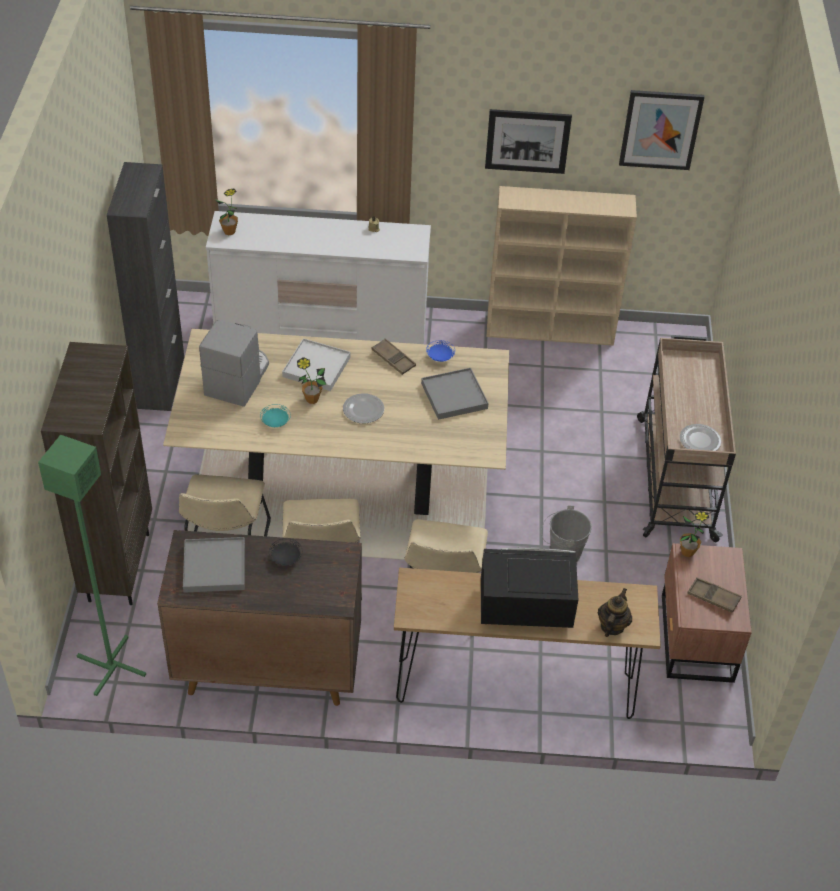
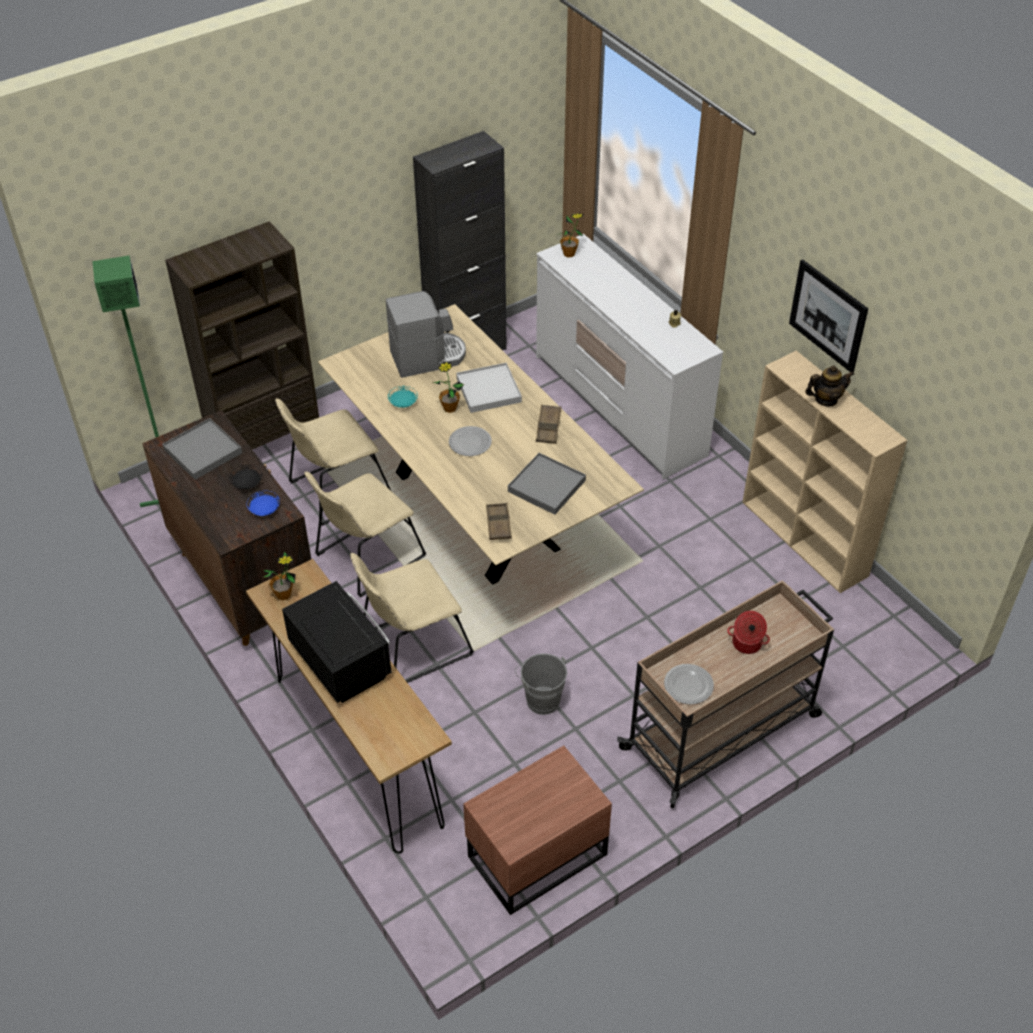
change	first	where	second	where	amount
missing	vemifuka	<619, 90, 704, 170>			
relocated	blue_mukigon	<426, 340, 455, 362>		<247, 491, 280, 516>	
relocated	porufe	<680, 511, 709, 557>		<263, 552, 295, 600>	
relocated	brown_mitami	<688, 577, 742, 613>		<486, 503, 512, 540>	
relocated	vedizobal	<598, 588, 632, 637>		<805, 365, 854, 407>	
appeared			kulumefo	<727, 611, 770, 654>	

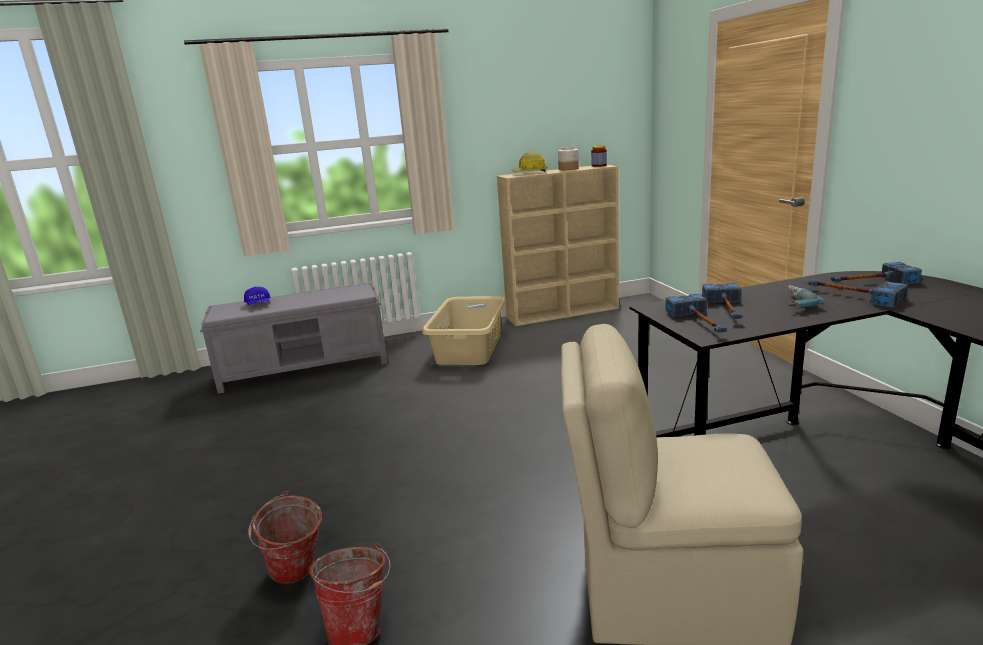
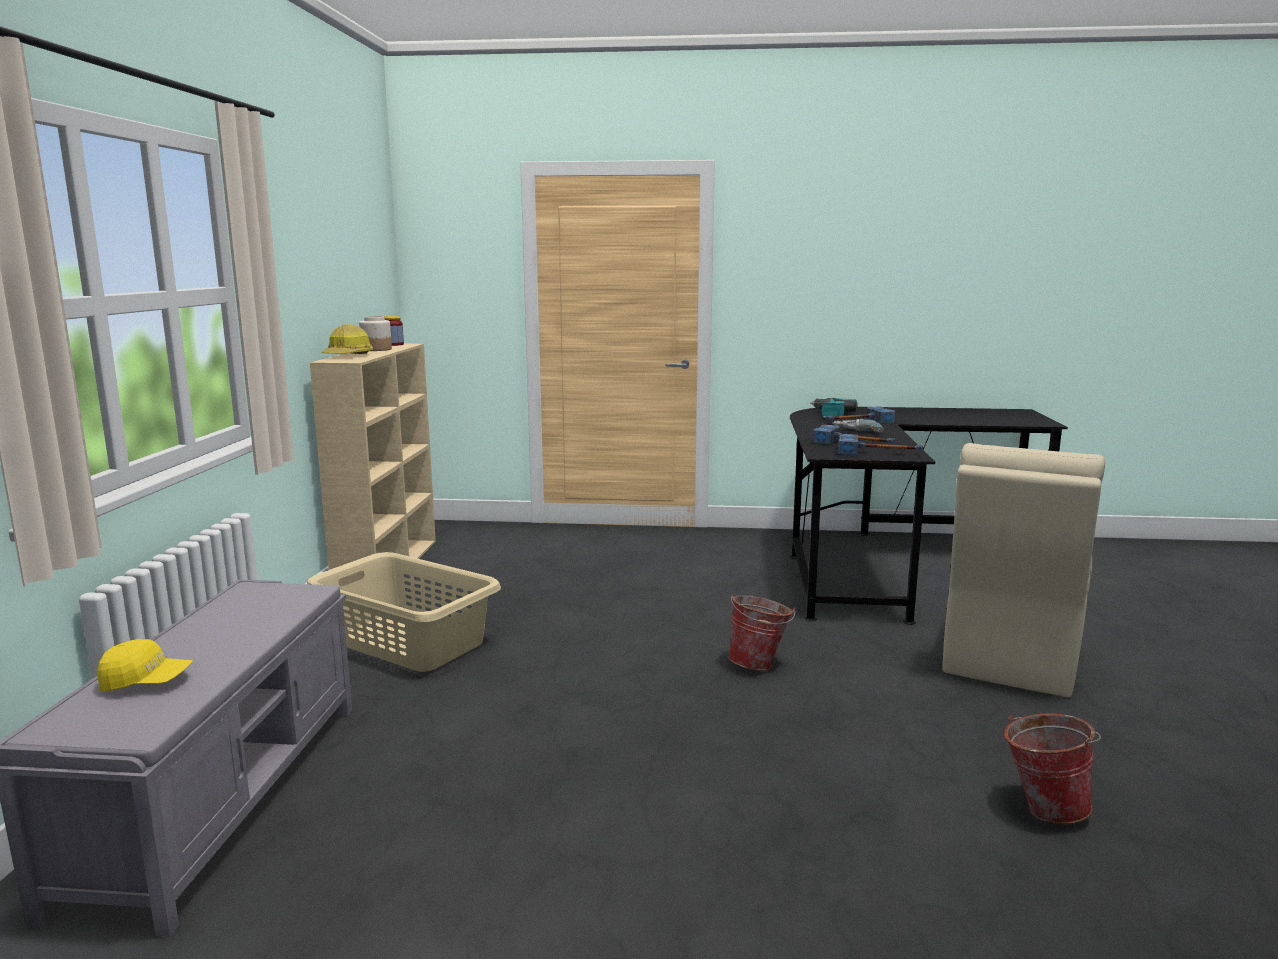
change	first	where	second	where	amount
exchanged	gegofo	<830, 262, 922, 284>	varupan	<810, 398, 858, 420>	
colour	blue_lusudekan	<244, 287, 271, 305>	yellow_lusudekan	<98, 639, 193, 691>	
relocated	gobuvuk	<248, 491, 322, 584>		<728, 595, 795, 671>	

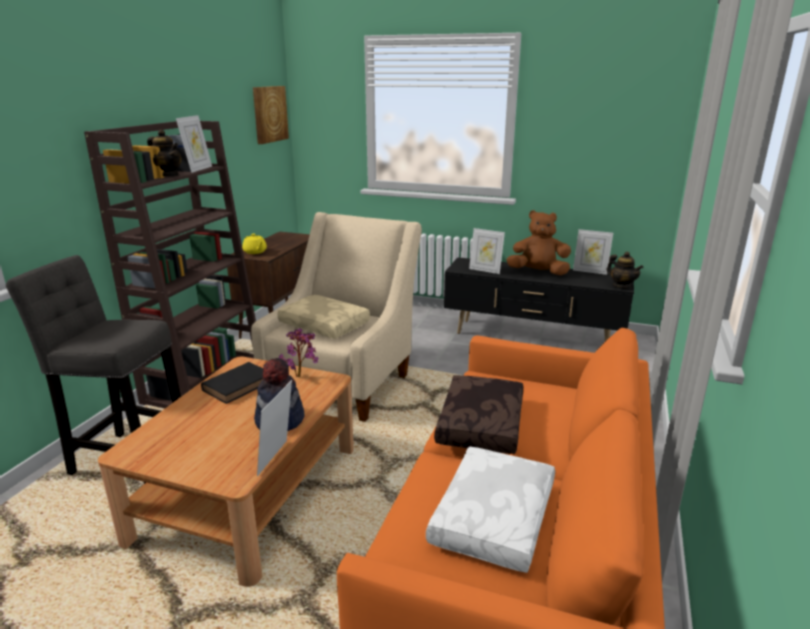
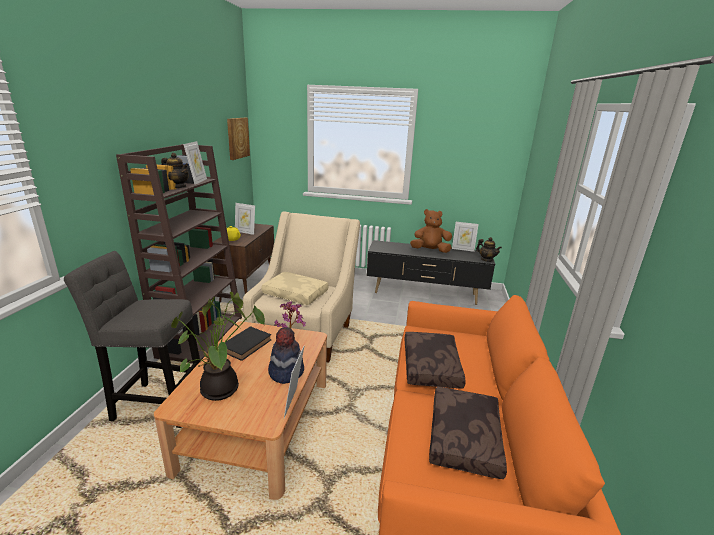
change	first	where	second	where	amount
relocated	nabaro	<469, 228, 505, 274>		<235, 203, 255, 235>	
colour	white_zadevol	<426, 447, 555, 573>	brown_zadevol	<429, 387, 507, 479>	
appeared			porufe	<171, 292, 265, 401>	

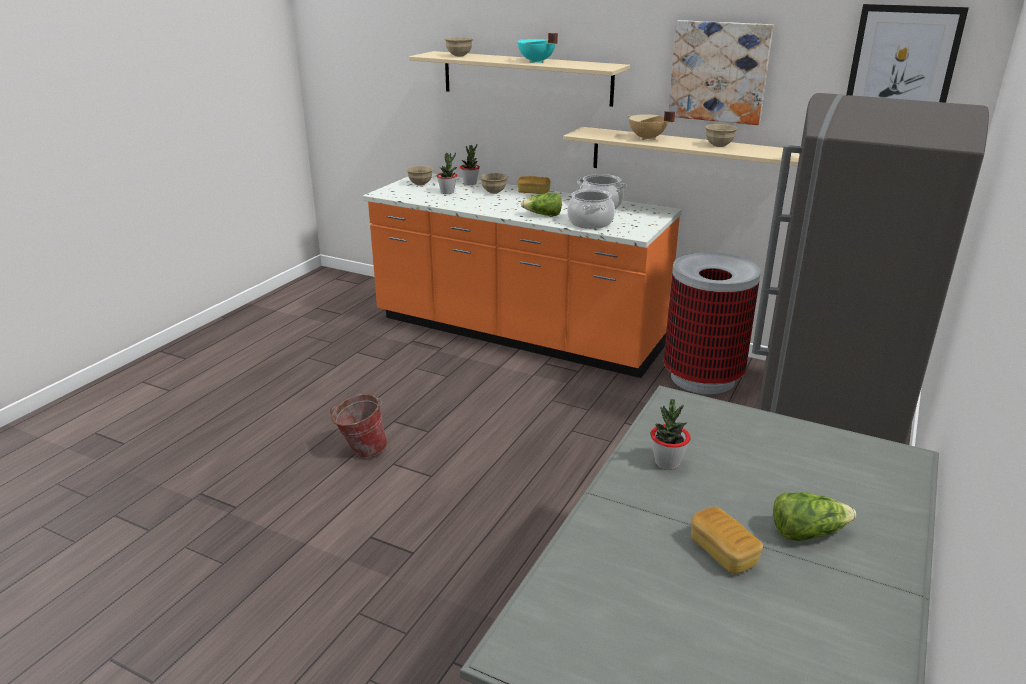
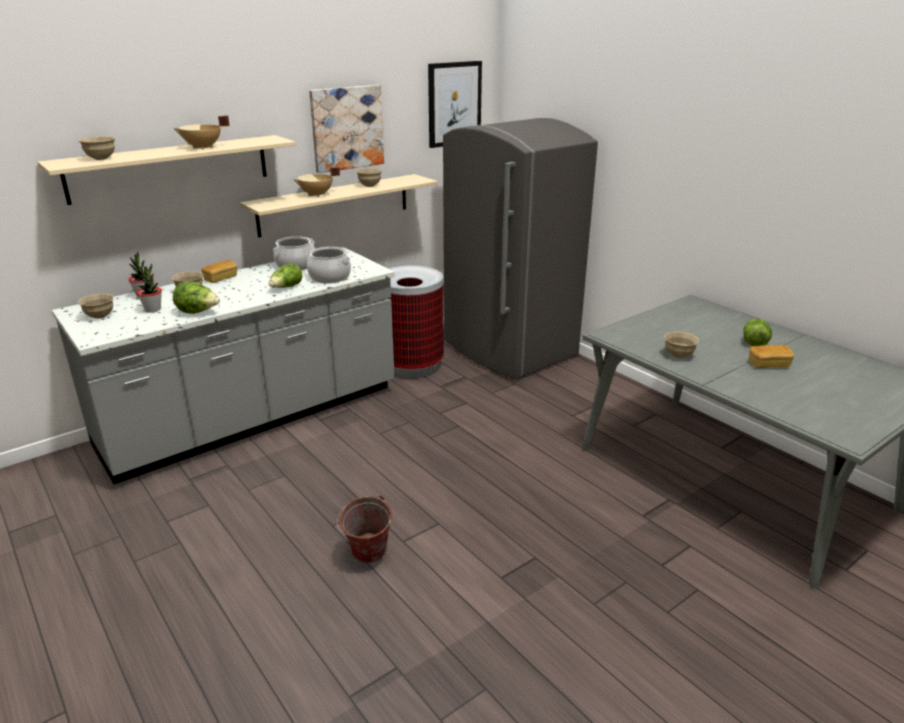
change	first	where	second	where	amount
colour	turquoise_kulumefo	<517, 33, 558, 63>	beige_kulumefo	<173, 115, 230, 150>	
colour	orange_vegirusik	<363, 174, 682, 378>	grey_vegirusik	<52, 247, 395, 484>	
exchanged	porufe	<650, 399, 691, 470>	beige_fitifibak	<664, 331, 699, 358>	
appeared			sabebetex	<173, 282, 220, 314>	

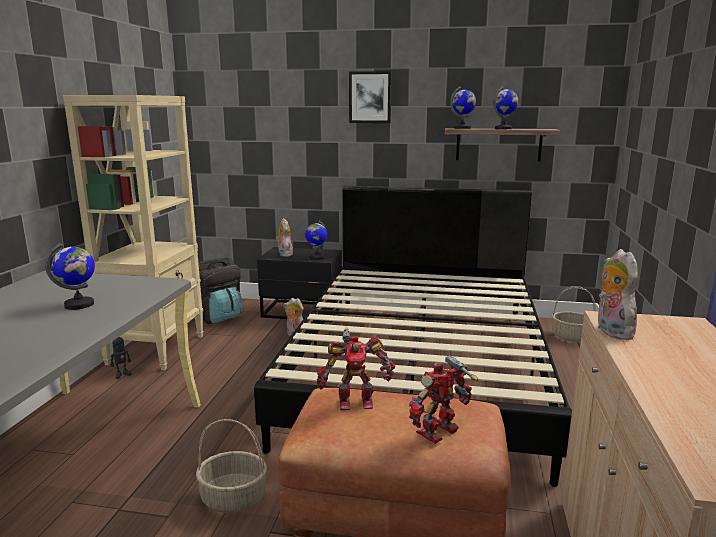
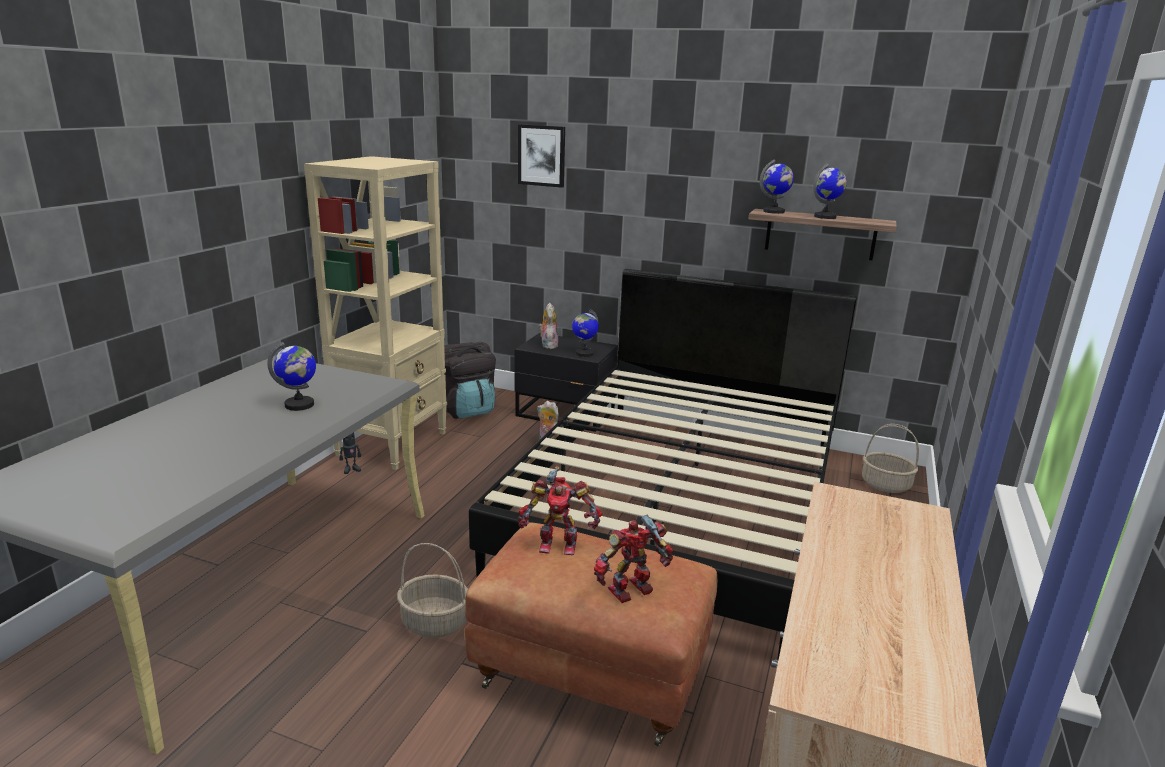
change	first	where	second	where	amount
relocated	vemifuka	<349, 71, 392, 123>		<518, 124, 565, 188>	
missing	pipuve	<598, 249, 638, 340>			

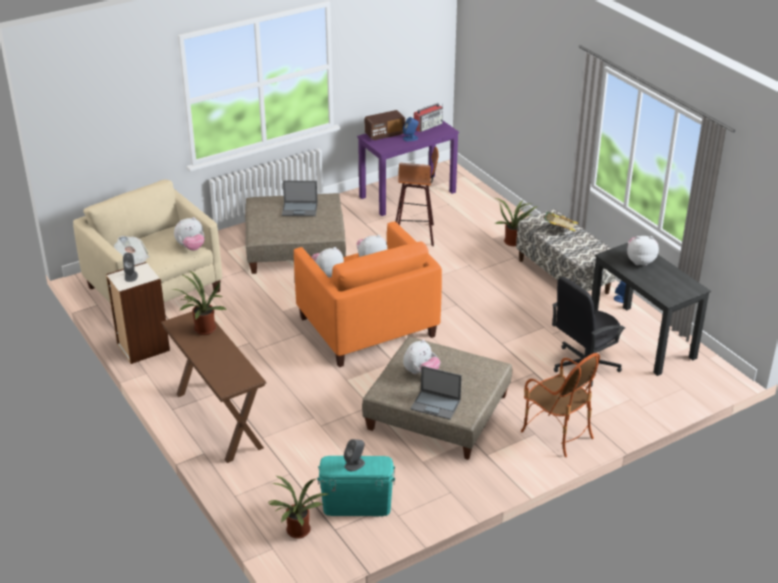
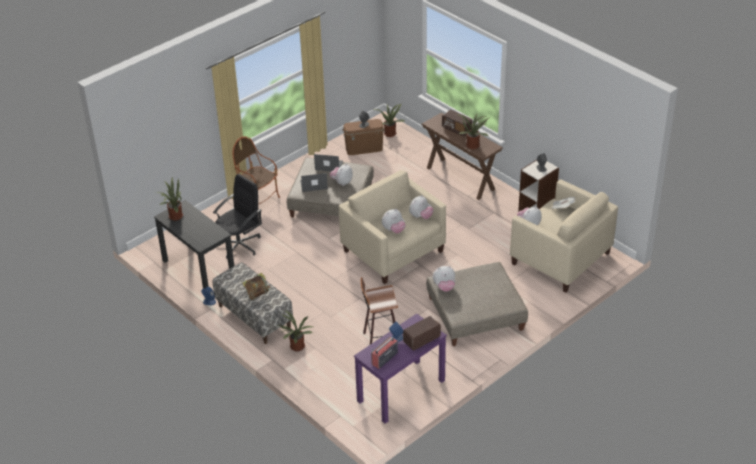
change	first	where	second	where	amount
relocated	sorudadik	<282, 180, 318, 216>		<300, 173, 328, 192>	
colour	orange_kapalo	<294, 222, 442, 367>	beige_kapalo	<339, 170, 446, 284>	
relocated	pipuve	<627, 236, 659, 265>		<433, 266, 455, 292>	
colour	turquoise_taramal	<317, 456, 395, 516>	brown_taramal	<342, 119, 385, 155>	
appeared			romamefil	<442, 110, 473, 136>	
appeared			porufe	<157, 176, 183, 221>	

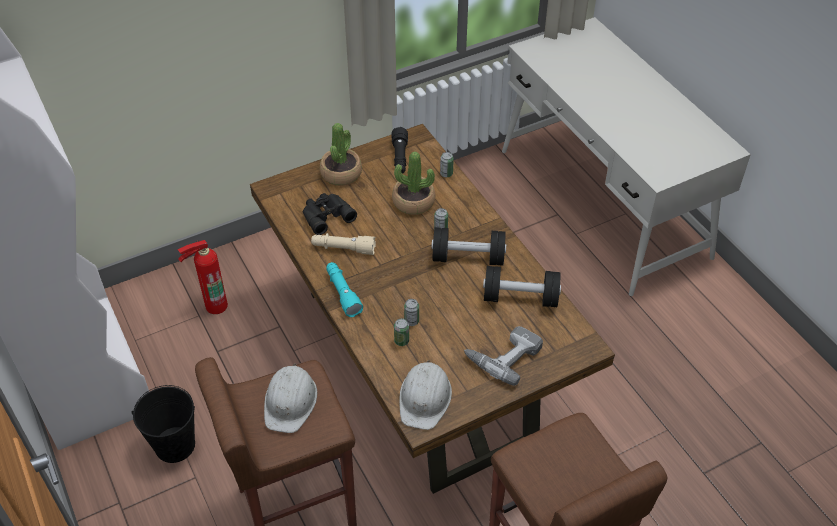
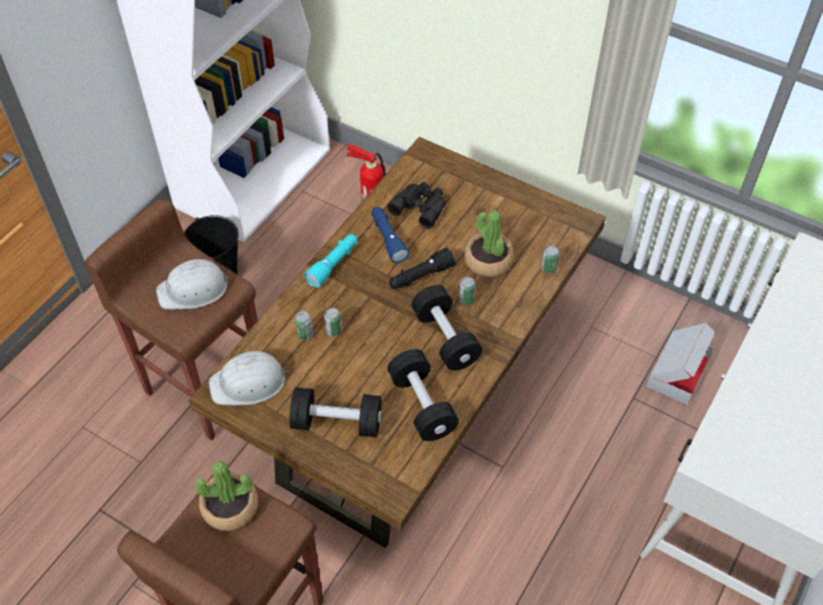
change	first	where	second	where	amount
relocated	porufe	<320, 123, 362, 186>		<196, 461, 258, 531>	
relocated	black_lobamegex	<391, 127, 408, 174>		<389, 248, 456, 289>	
colour	beige_lobamegex	<311, 233, 376, 255>	blue_lobamegex	<372, 207, 409, 264>	
exchanged	varupan	<464, 326, 543, 386>	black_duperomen	<289, 388, 382, 437>	
appeared			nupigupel	<646, 323, 714, 404>	

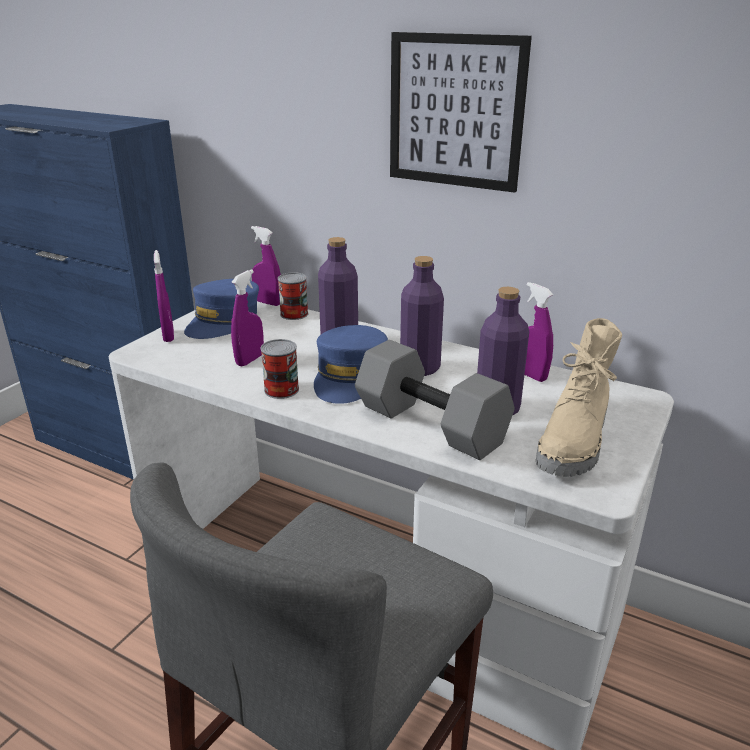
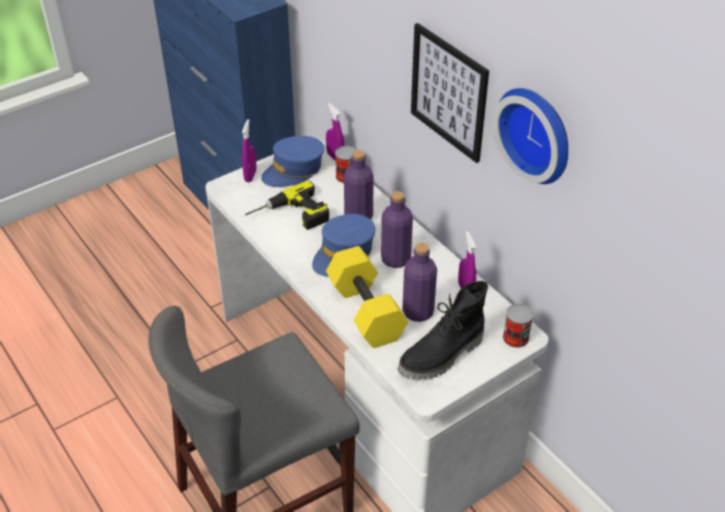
change	first	where	second	where	amount
exchanged	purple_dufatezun	<231, 269, 264, 367>	varupan	<245, 181, 329, 230>	
colour	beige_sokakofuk	<536, 318, 622, 477>	black_sokakofuk	<398, 281, 488, 380>	
relocated	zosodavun	<261, 339, 299, 399>		<503, 304, 533, 348>	
colour	grey_duperomen	<355, 340, 515, 460>	yellow_duperomen	<326, 246, 408, 348>	
appeared			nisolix	<493, 88, 568, 184>	

